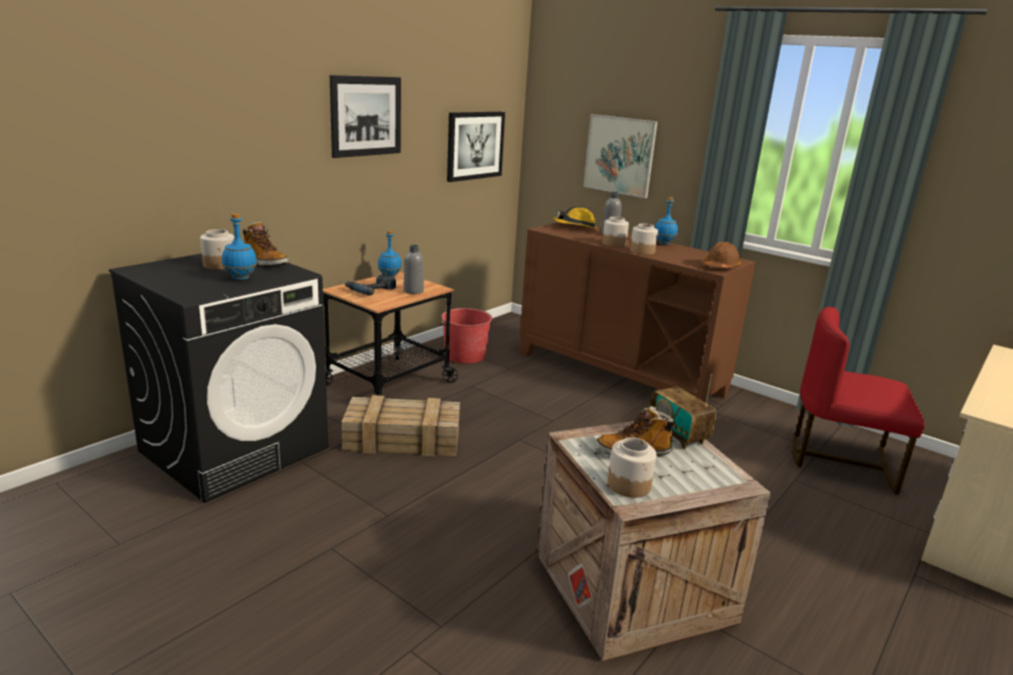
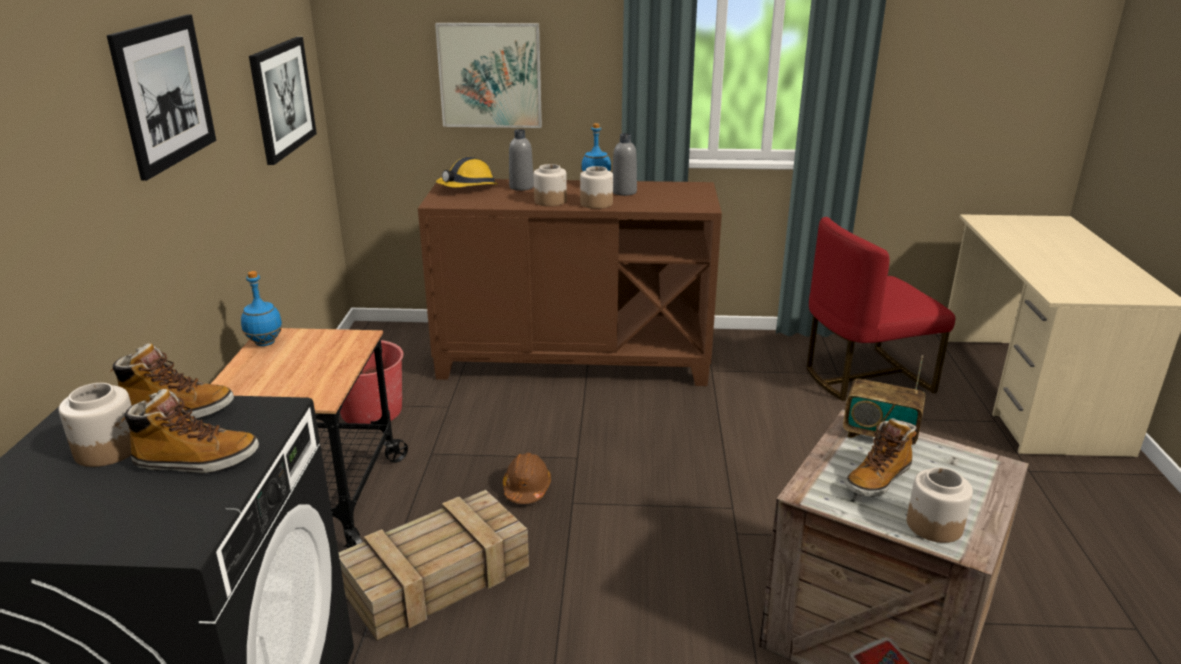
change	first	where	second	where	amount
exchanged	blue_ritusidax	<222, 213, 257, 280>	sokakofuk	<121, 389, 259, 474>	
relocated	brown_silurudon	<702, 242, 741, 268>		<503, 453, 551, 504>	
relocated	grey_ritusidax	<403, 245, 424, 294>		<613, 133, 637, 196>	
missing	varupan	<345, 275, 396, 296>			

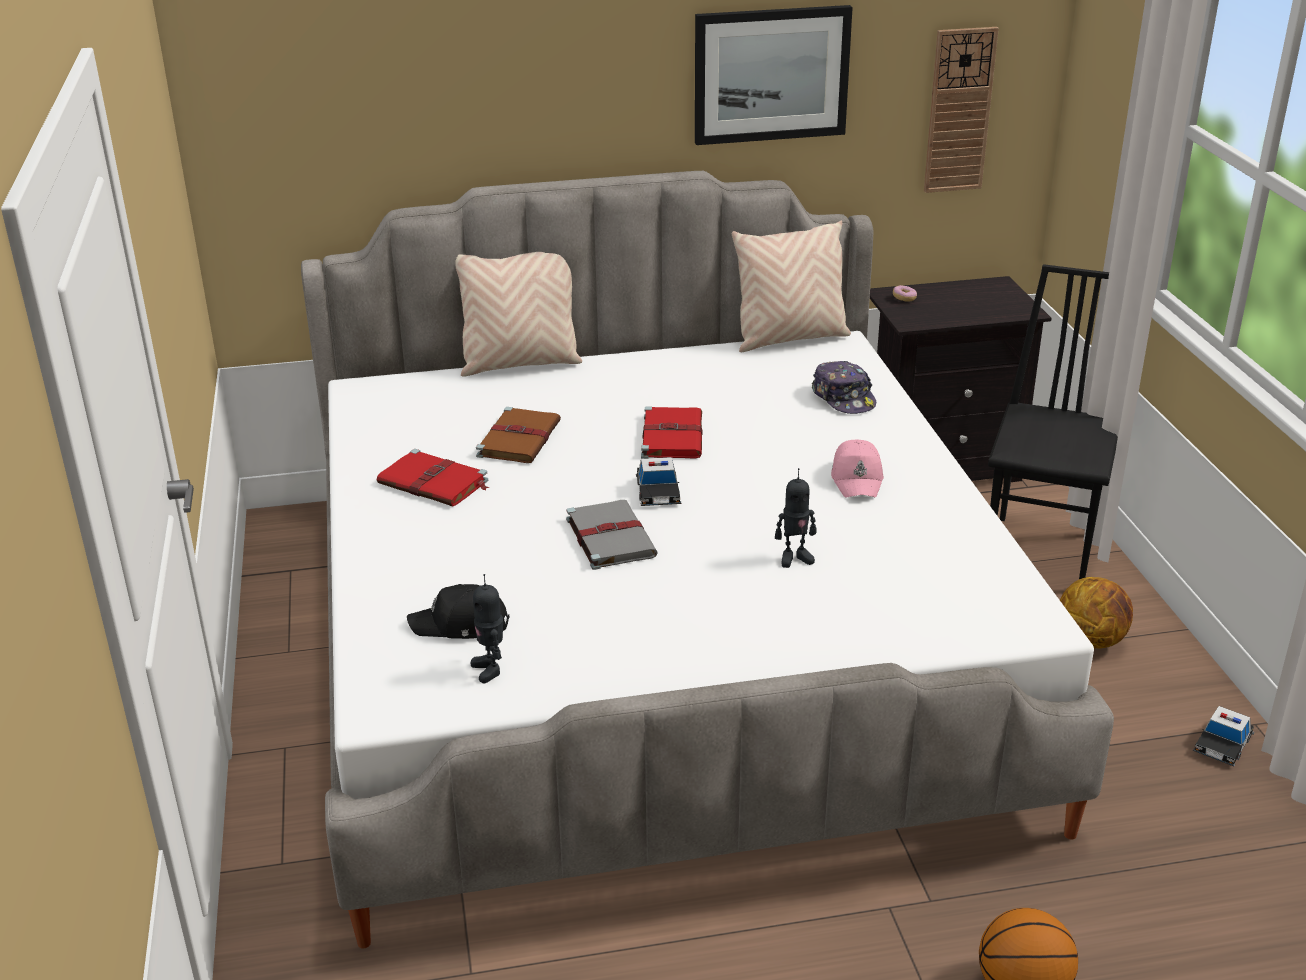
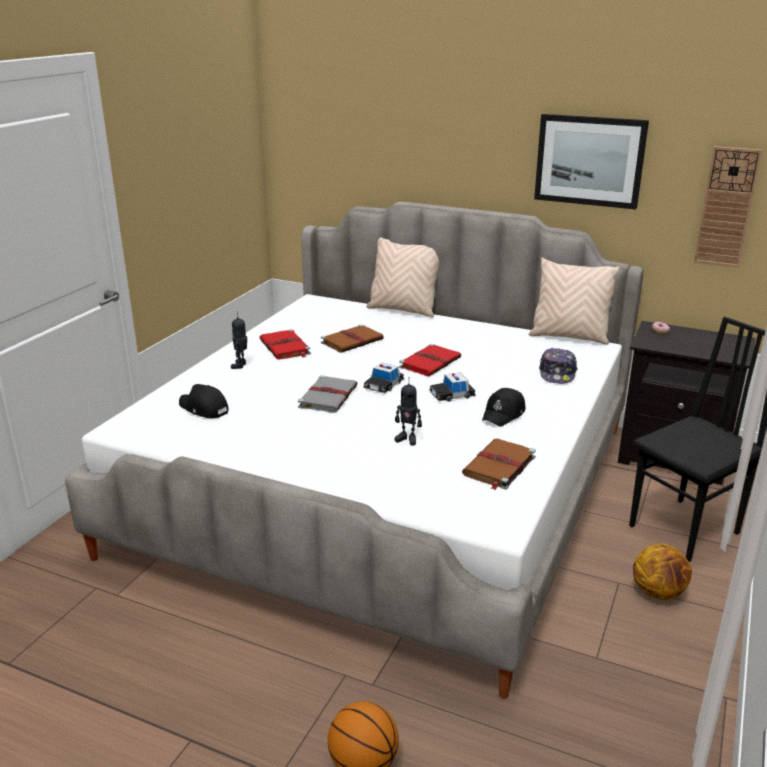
change	first	where	second	where	amount
colour	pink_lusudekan	<831, 440, 884, 497>	black_lusudekan	<482, 388, 525, 426>	
relocated	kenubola	<470, 574, 503, 683>		<231, 312, 247, 369>	
relocated	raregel	<1193, 706, 1255, 767>		<429, 373, 476, 402>	
appeared			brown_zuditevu	<462, 439, 536, 490>	

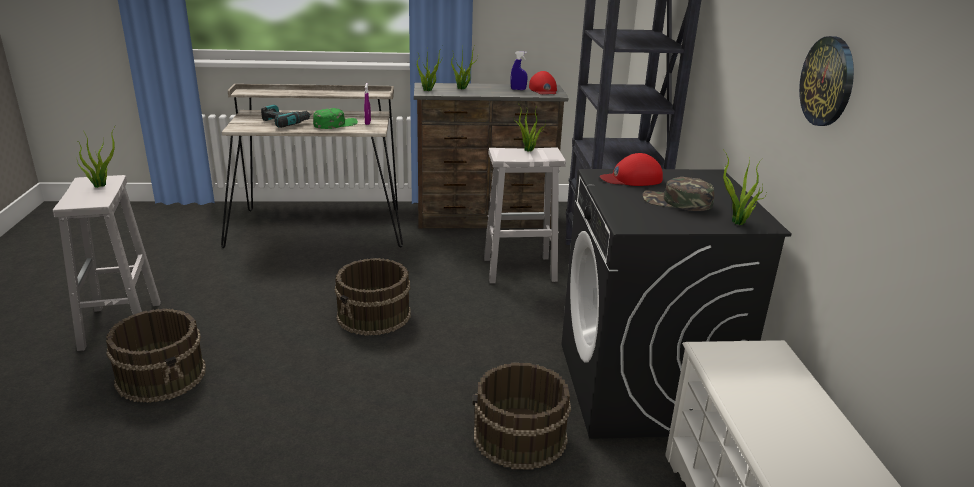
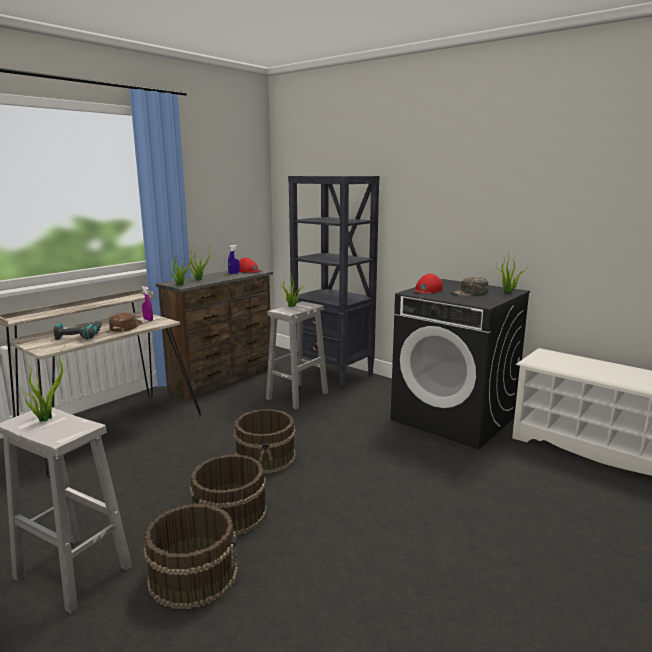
change	first	where	second	where	amount
missing	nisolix	<799, 36, 854, 126>			
colour	green_lusudekan	<313, 108, 358, 129>	brown_lusudekan	<109, 313, 142, 332>	
relocated	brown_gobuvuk	<473, 363, 571, 470>		<189, 454, 267, 536>	

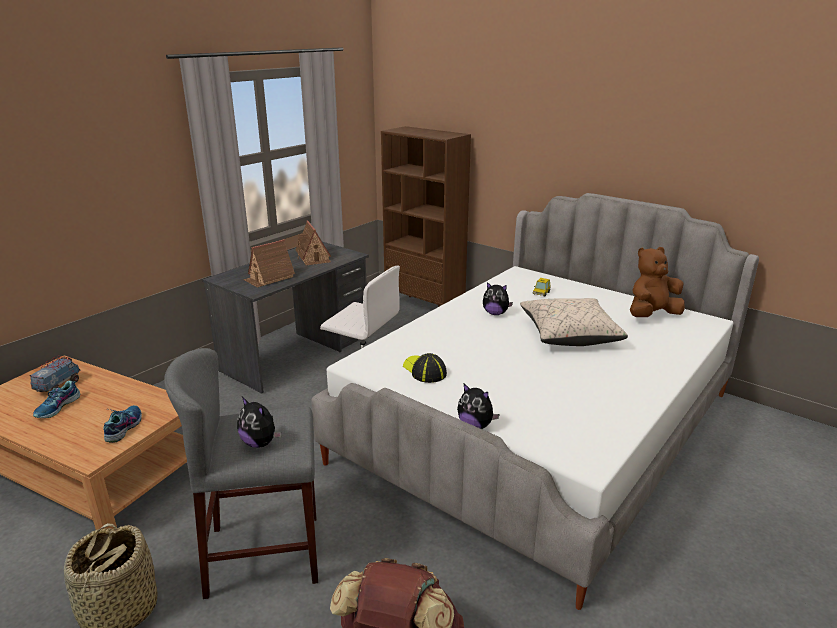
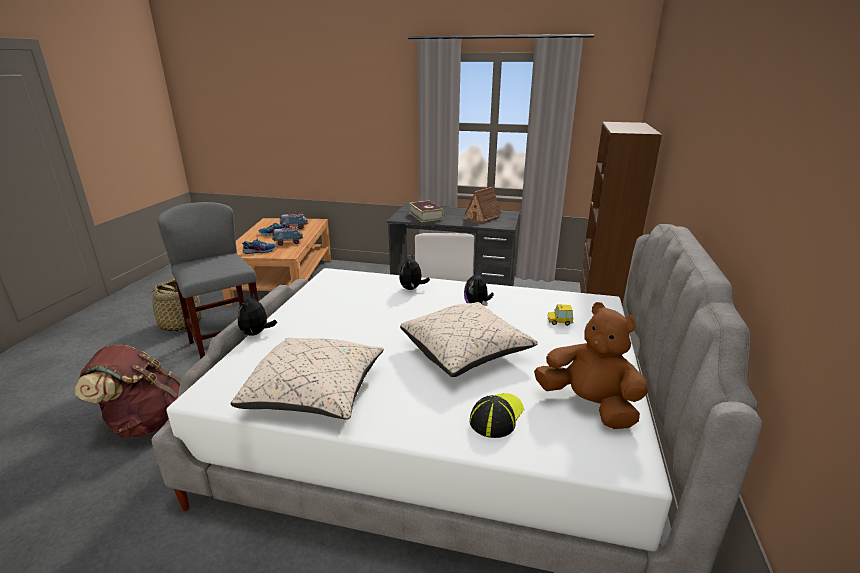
change	first	where	second	where	amount
exchanged	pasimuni	<243, 239, 295, 288>	zuditevu	<409, 200, 444, 222>	
relocated	lusudekan	<403, 353, 447, 383>		<470, 393, 524, 438>	
relocated	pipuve	<237, 397, 282, 448>		<399, 255, 430, 290>	
appeared			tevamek	<272, 225, 303, 246>	
appeared			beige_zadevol	<231, 338, 384, 420>	

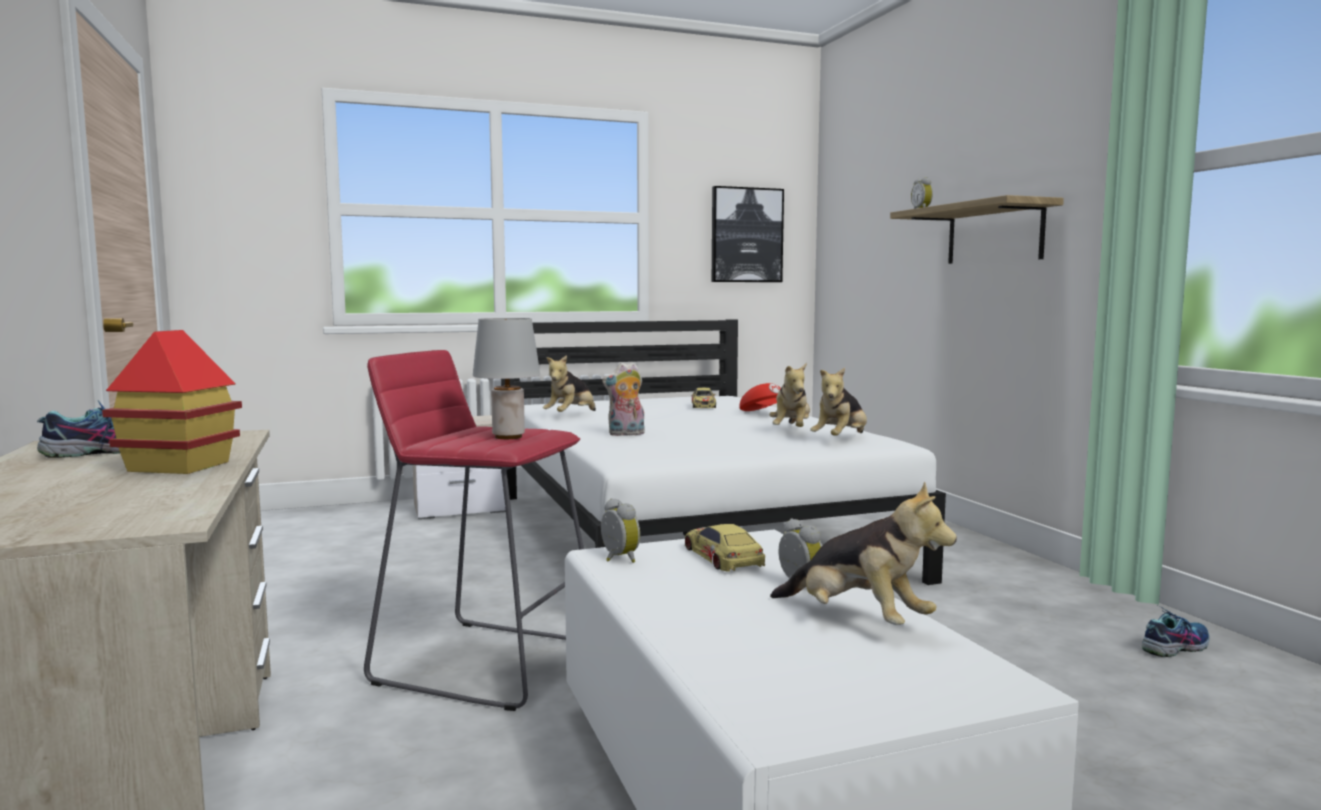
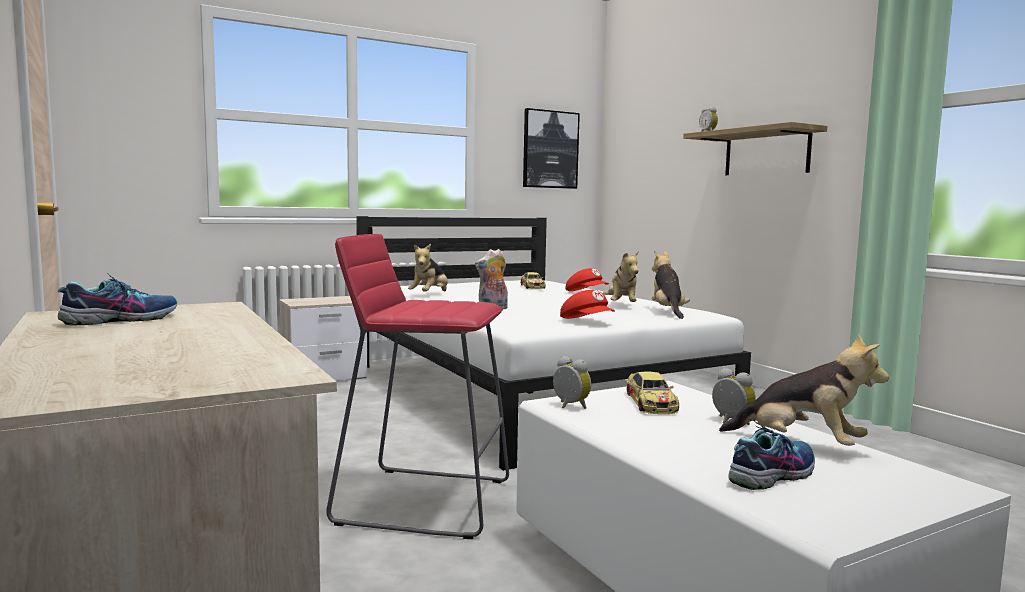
change	first	where	second	where	amount
missing	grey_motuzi	<473, 318, 540, 439>			
missing	pasimuni	<102, 330, 242, 474>			
spun	pipuve	<810, 368, 867, 436>		<652, 250, 690, 319>	150 degrees clockwise
spun	raregel	<685, 524, 765, 572>		<626, 371, 679, 414>	150 degrees counterclockwise
relocated	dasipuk	<1142, 605, 1210, 657>		<728, 419, 815, 490>	
appeared			red_lusudekan	<560, 290, 615, 319>	

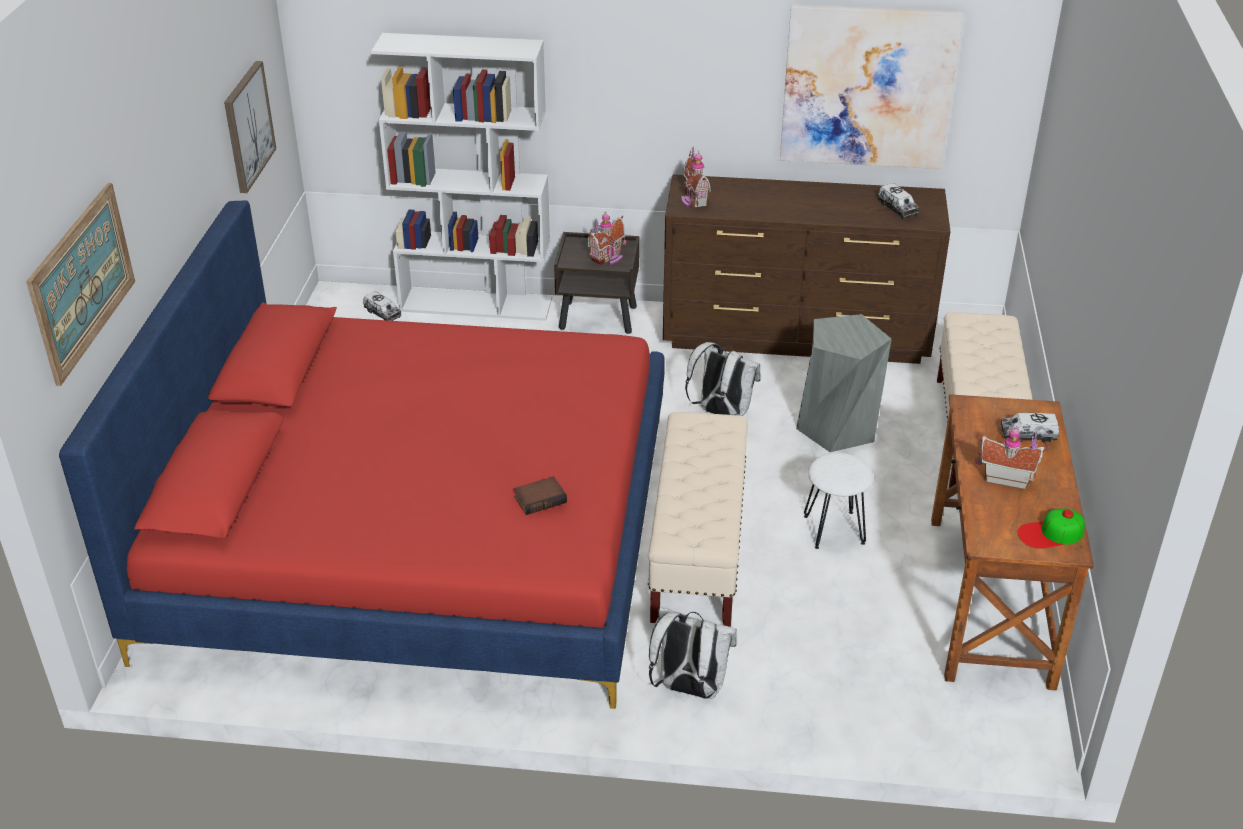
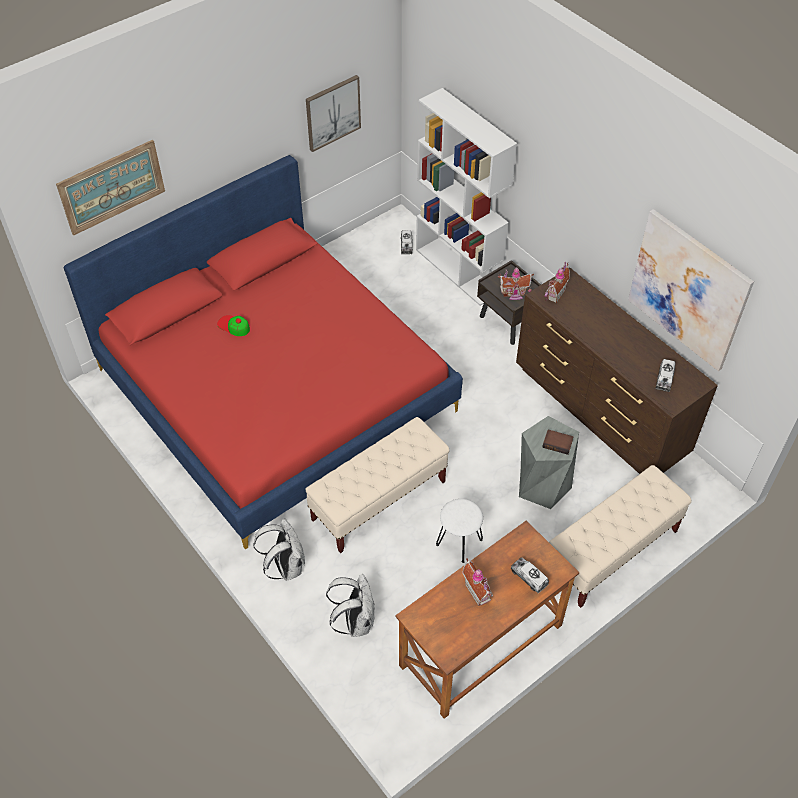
change	first	where	second	where	amount
relocated	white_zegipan	<685, 342, 761, 416>		<326, 574, 375, 637>	
relocated	zuditevu	<514, 476, 567, 515>		<542, 429, 574, 455>	
relocated	lusudekan	<1018, 508, 1085, 549>		<217, 315, 250, 336>	

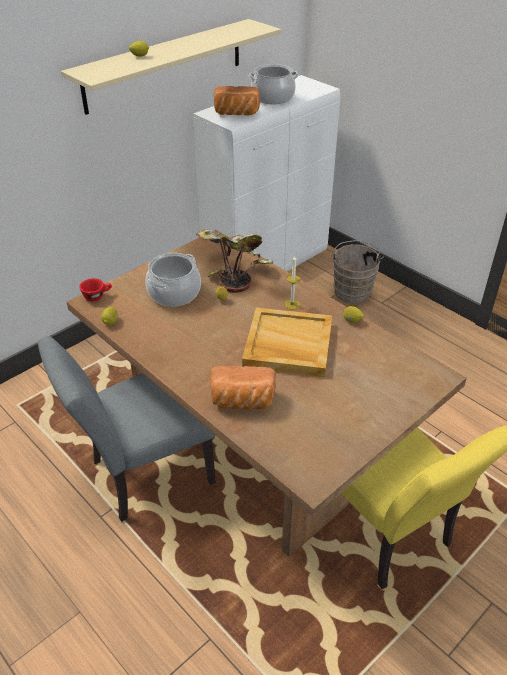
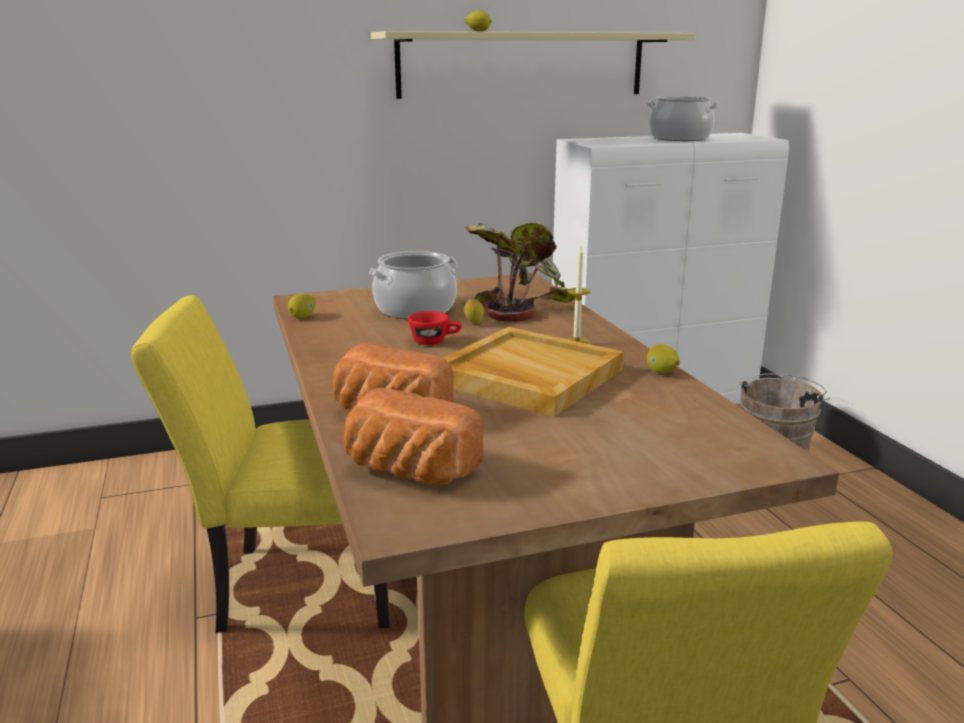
change	first	where	second	where	amount
relocated	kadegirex	<214, 86, 260, 115>		<344, 388, 484, 486>	
relocated	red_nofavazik	<79, 278, 112, 302>		<408, 311, 462, 345>	
colour	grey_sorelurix	<38, 336, 216, 522>	yellow_sorelurix	<130, 295, 390, 633>	

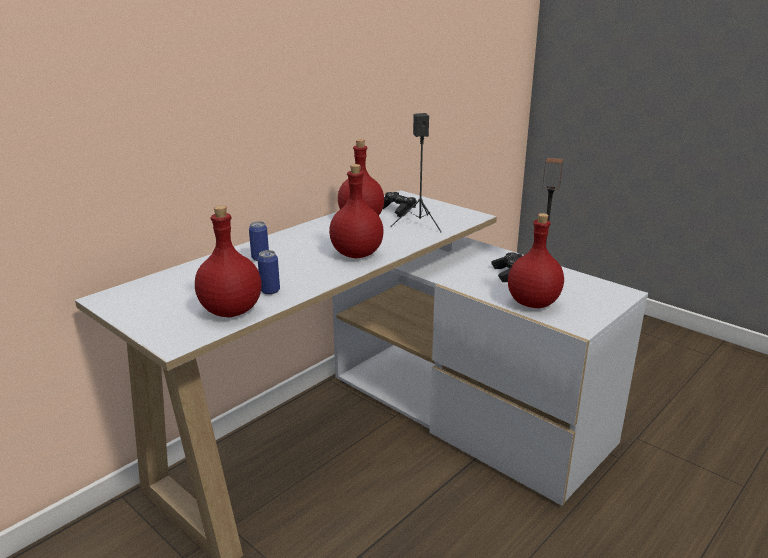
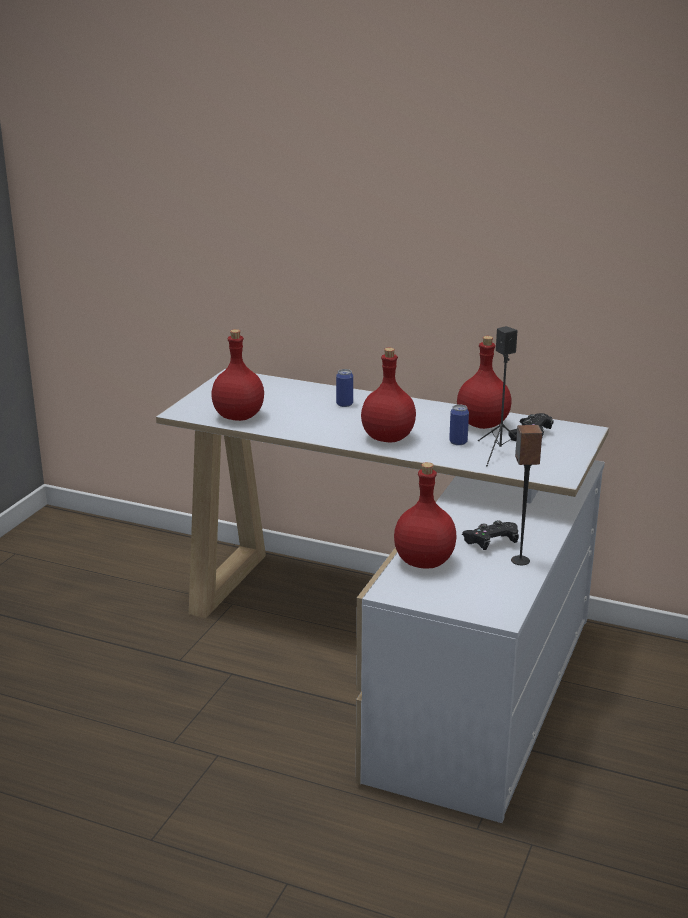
change	first	where	second	where	amount
relocated	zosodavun	<257, 250, 280, 295>		<449, 404, 469, 445>	

